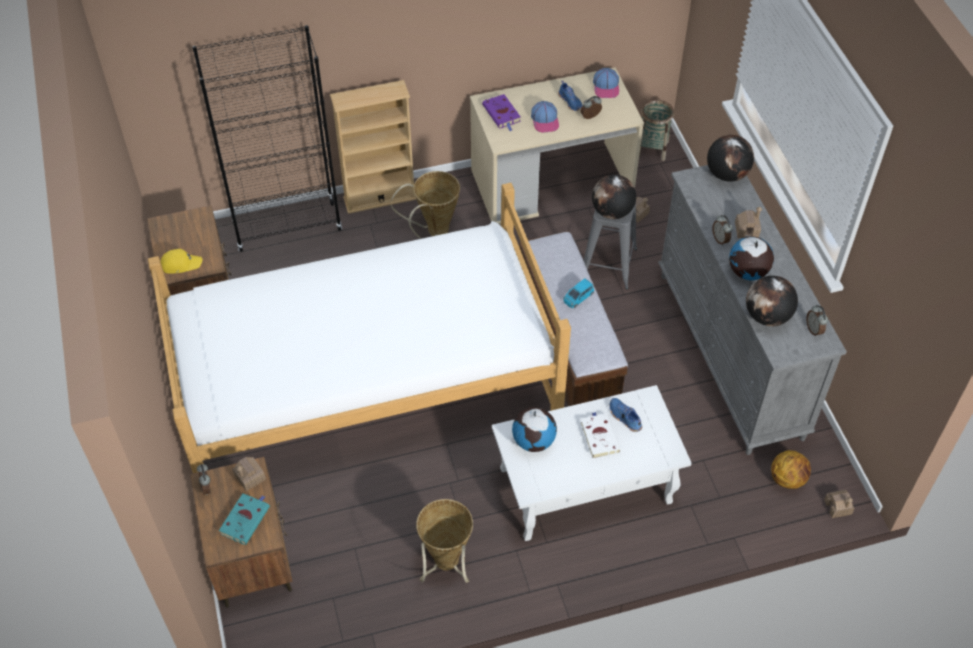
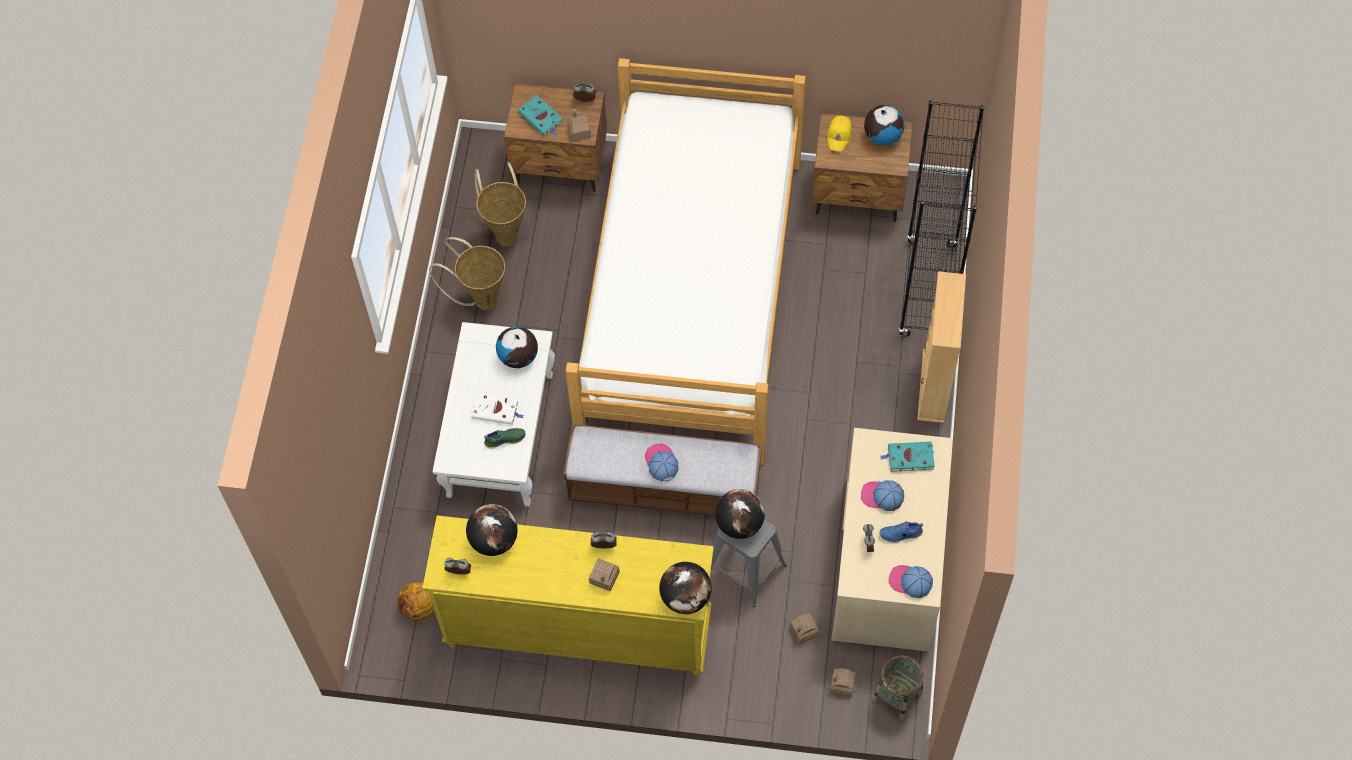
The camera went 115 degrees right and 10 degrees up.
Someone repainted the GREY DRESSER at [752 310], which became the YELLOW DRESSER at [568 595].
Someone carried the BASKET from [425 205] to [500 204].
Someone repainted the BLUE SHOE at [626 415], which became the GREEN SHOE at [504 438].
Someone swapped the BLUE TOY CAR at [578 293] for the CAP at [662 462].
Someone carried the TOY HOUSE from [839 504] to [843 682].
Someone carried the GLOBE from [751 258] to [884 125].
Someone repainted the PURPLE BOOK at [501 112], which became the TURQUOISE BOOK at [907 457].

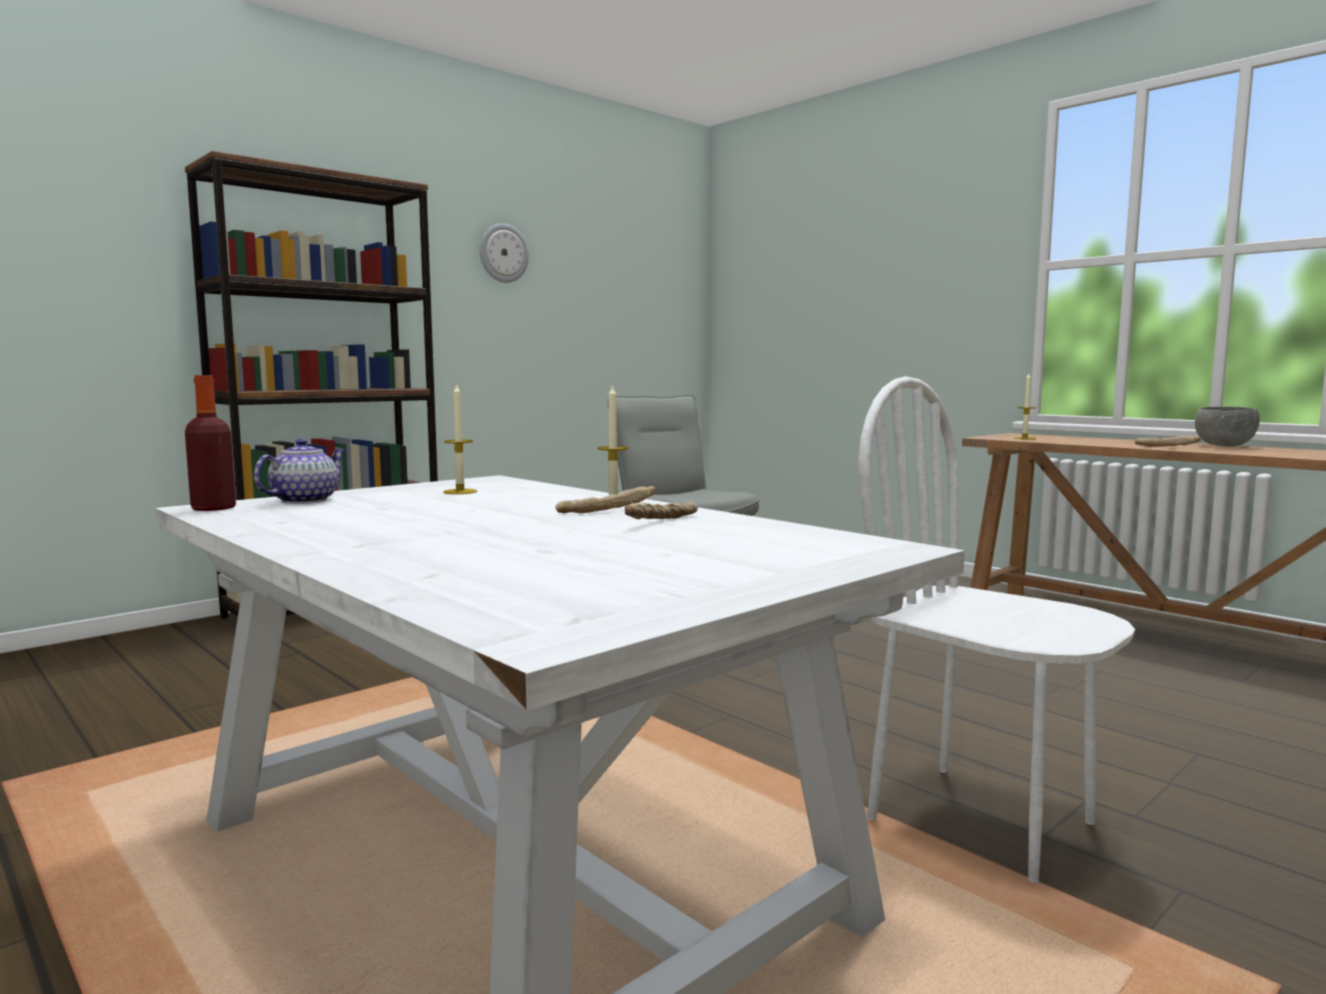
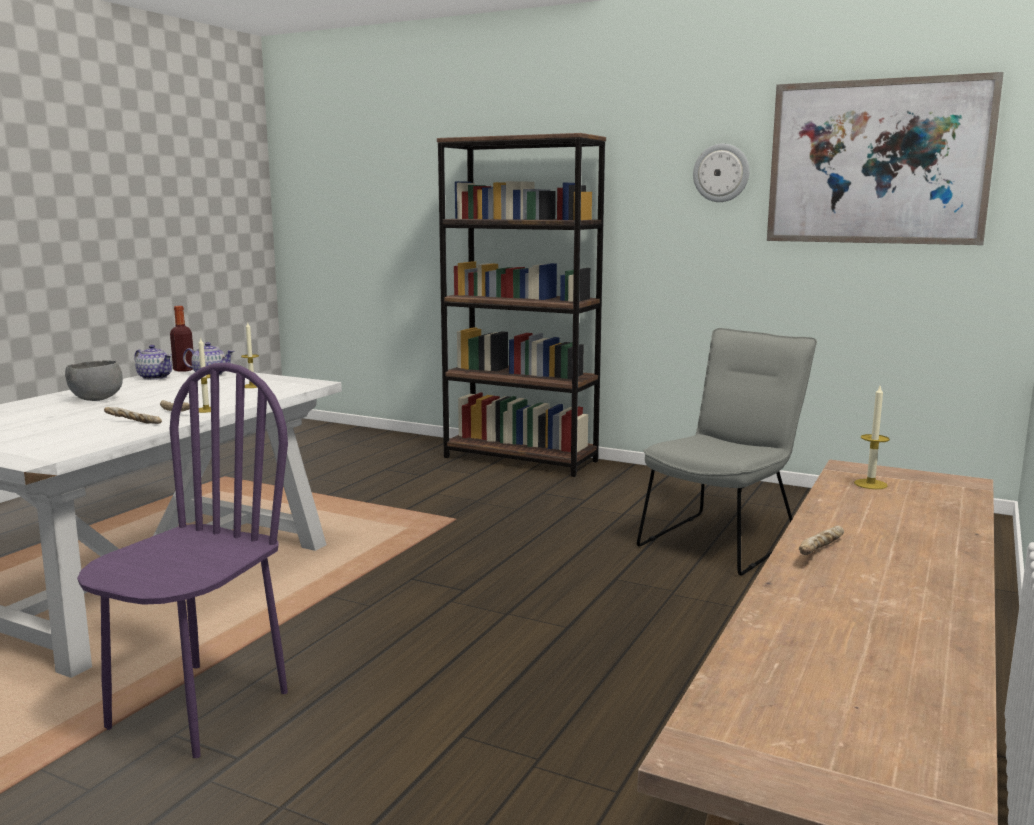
The camera went 70 degrees right and 5 degrees up.
Someone carried the GREY BOWL from [1227 427] to [94 380].
Someone repainted the WHITE CHAIR at [996 629], which became the PURPLE CHAIR at [182 560].
Someone put down the TEAPOT at [153 362].
Someone put up the PICTURE at [885 158].

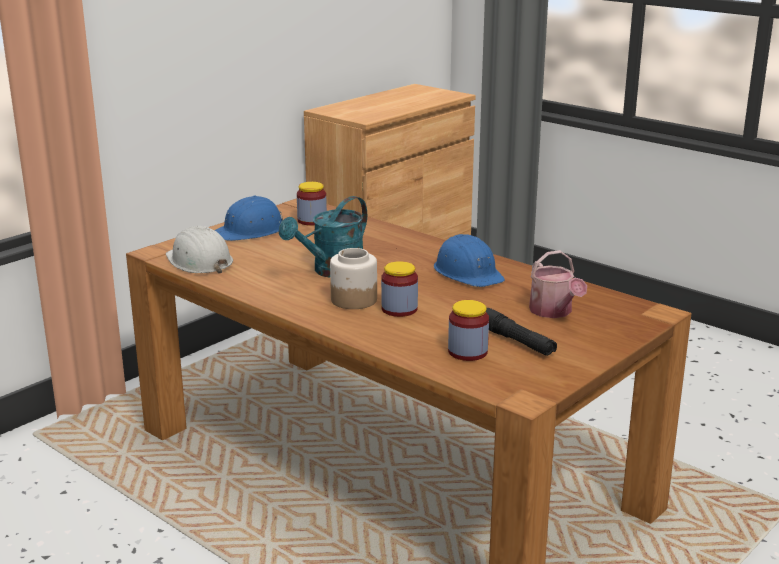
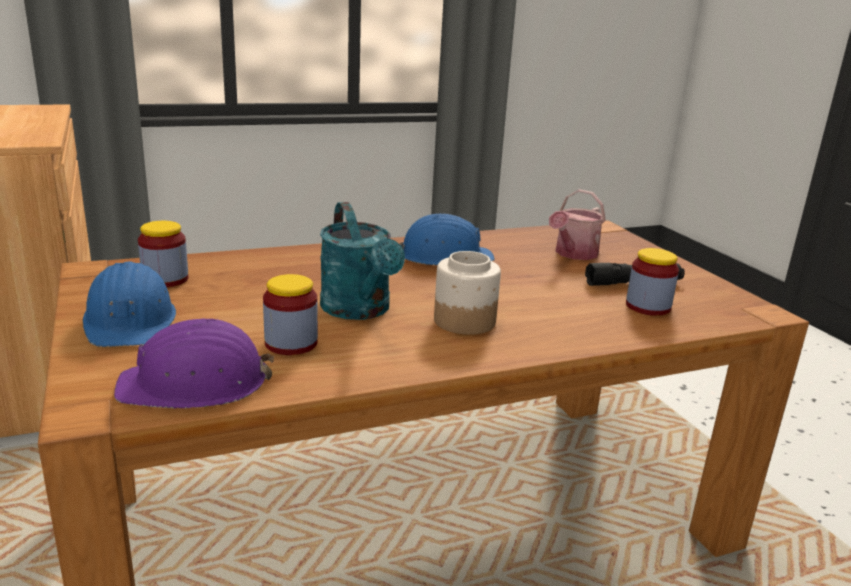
The camera went 65 degrees left and 0 degrees up.
Someone repainted the WHITE HARD HAT at [199 249], which became the PURPLE HARD HAT at [194 363].
Someone carried the JAR from [399 289] to [290 314].
Someone rotated the WATERING CAN at [558 284] by 120 degrees clockwise.

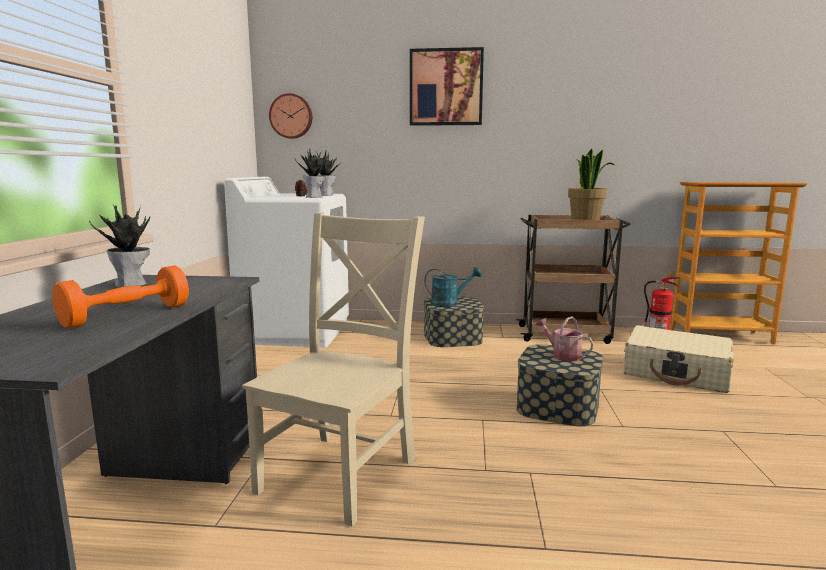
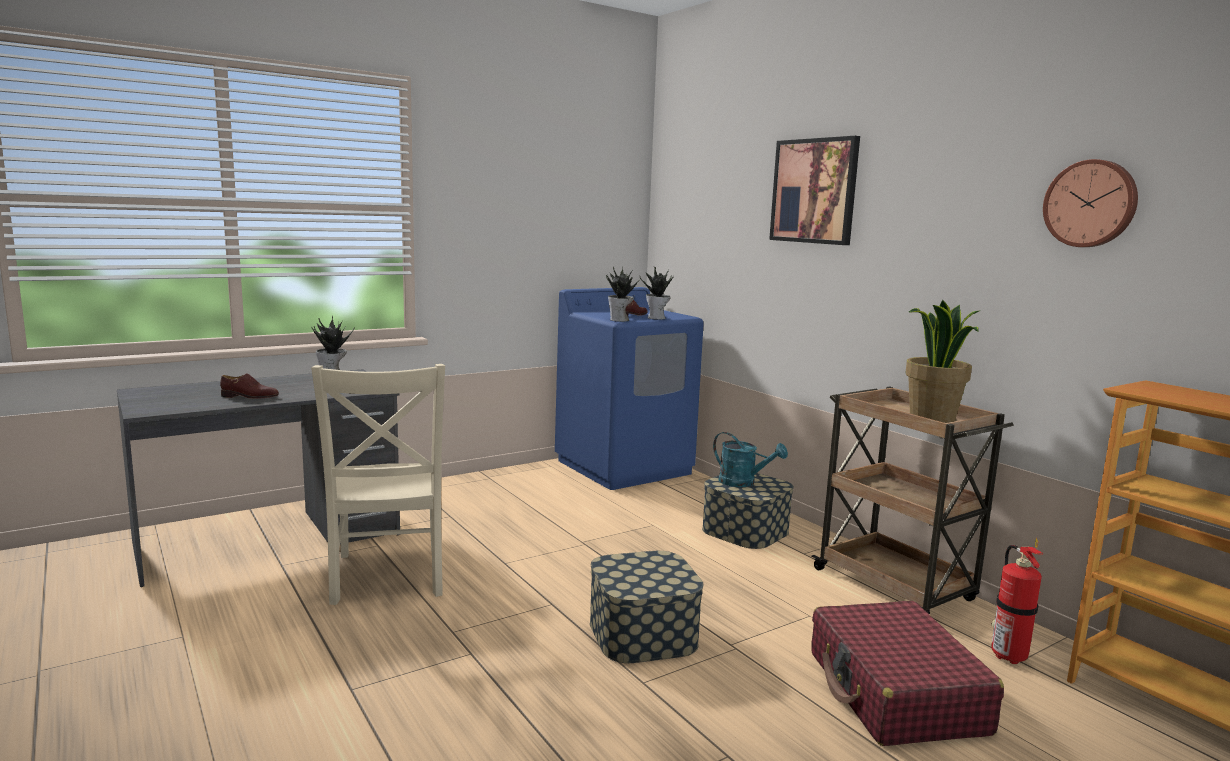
The camera went 50 degrees right and 0 degrees up.
Someone swapped the ORANGE DUMBBELL at [120 296] for the BROWN SHOE at [249 386].
Someone rotated the BEIGE CHAIR at [333 369] by 90 degrees clockwise.
Someone repainted the WHITE WASHING MACHINE at [286 262], which became the BLUE WASHING MACHINE at [629 388].
Someone repainted the BEIGE SUITCASE at [678 359], which became the RED SUITCASE at [907 673].
Someone carried the WALL CLOCK from [290 116] to [1090 203].
Someone took away the WATERING CAN at [565 338].

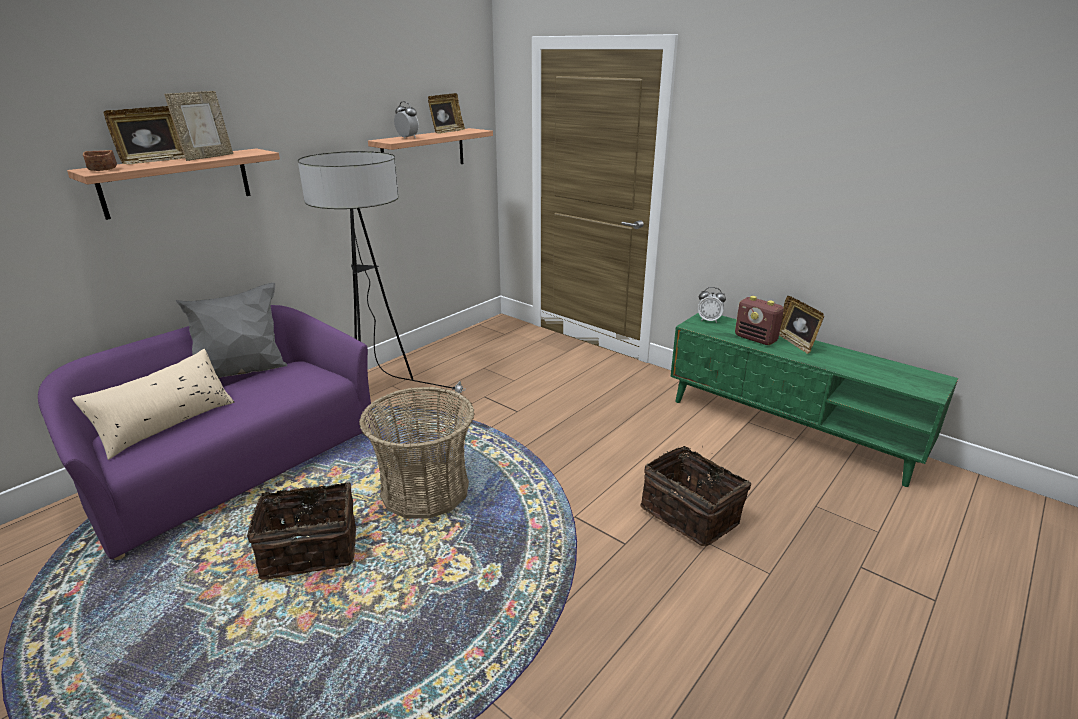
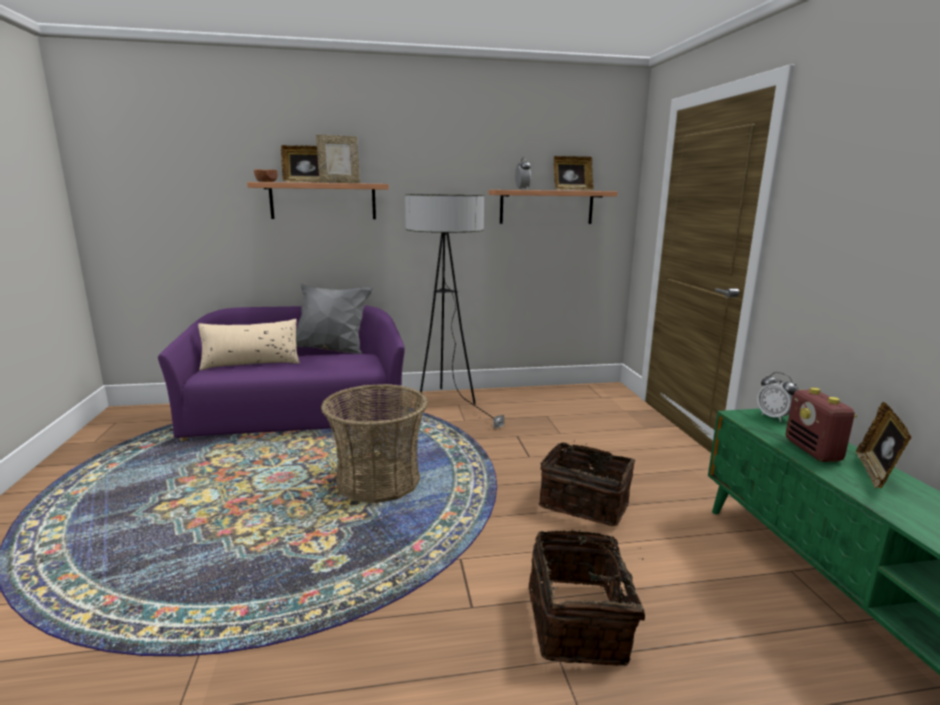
The camera went 40 degrees right and 10 degrees down.
Someone carried the BASKET from [301 531] to [586 483].

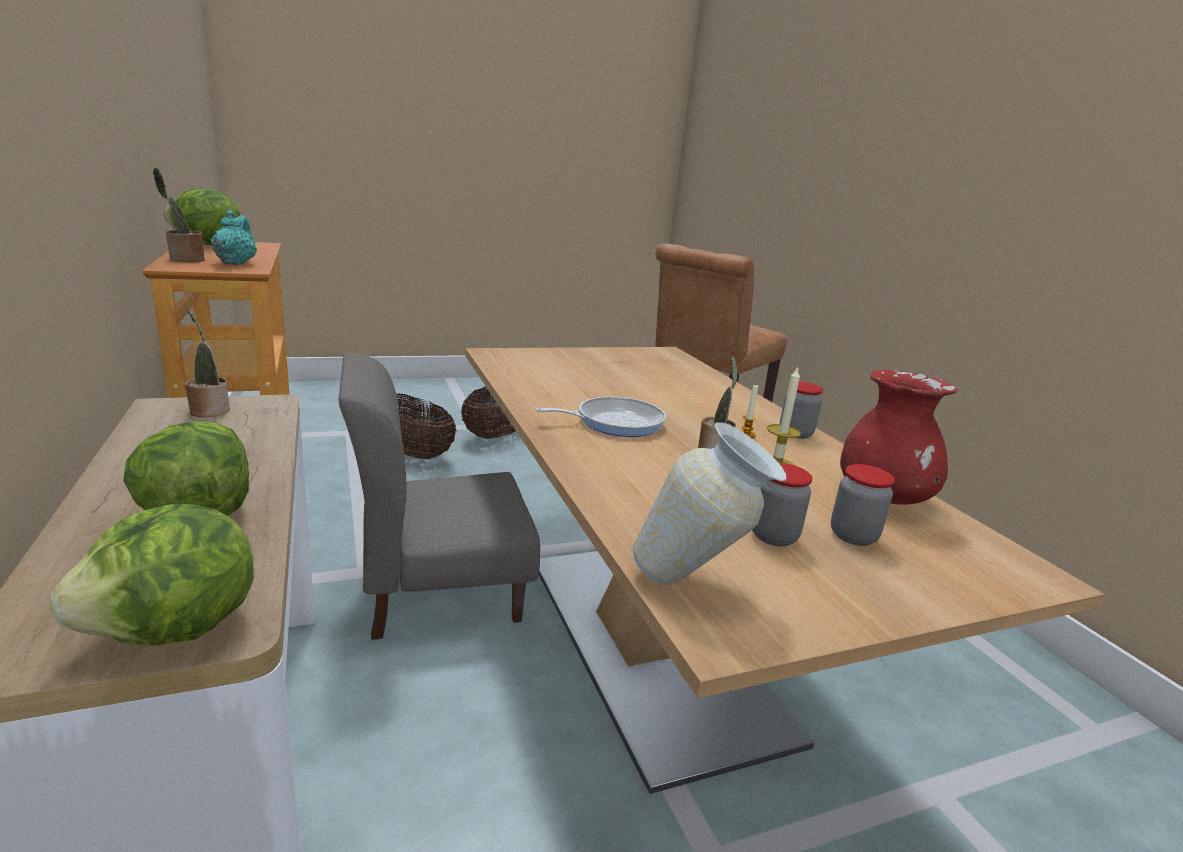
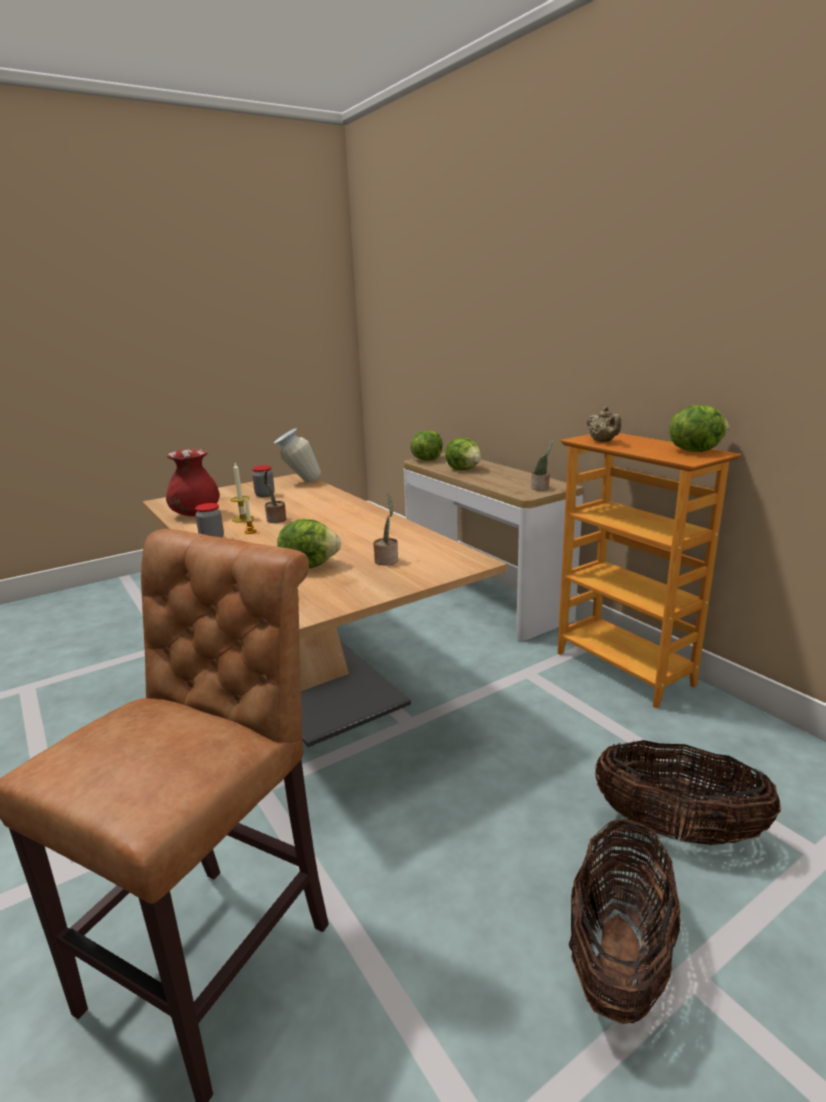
The camera went 170 degrees right and 0 degrees up.
Someone put down the LETTUCE at [309 543].
Someone carried the POTTED PLANT from [179 215] to [385 529].
Someone repainted the TURQUOISE TEAPOT at [234 237], which became the BEIGE TEAPOT at [604 424].
Someone took away the GREY CHAIR at [439 496].
Someone took away the FRYING PAN at [601 417].
Someone took away the JAR at [863 505].

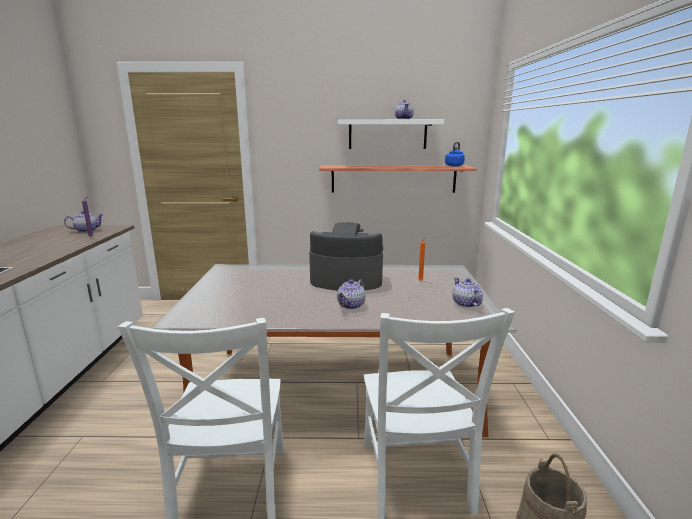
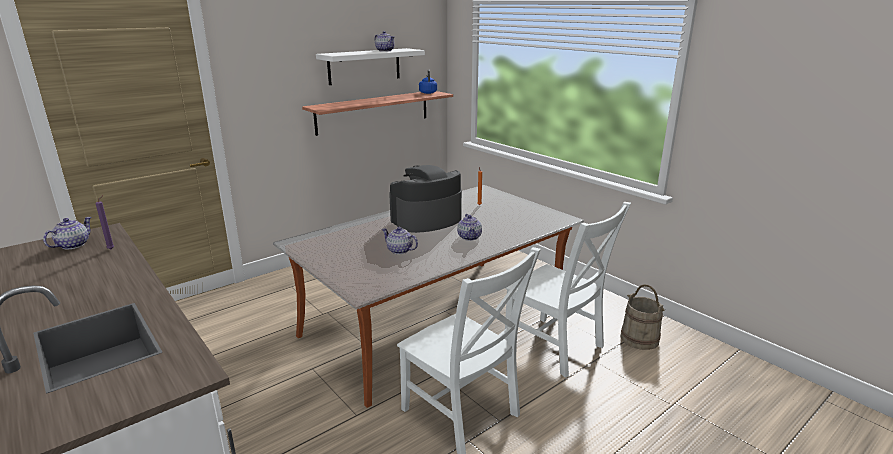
The camera went 40 degrees left and 5 degrees up.
Someone carried the TEAPOT from [467 292] to [400 240].

